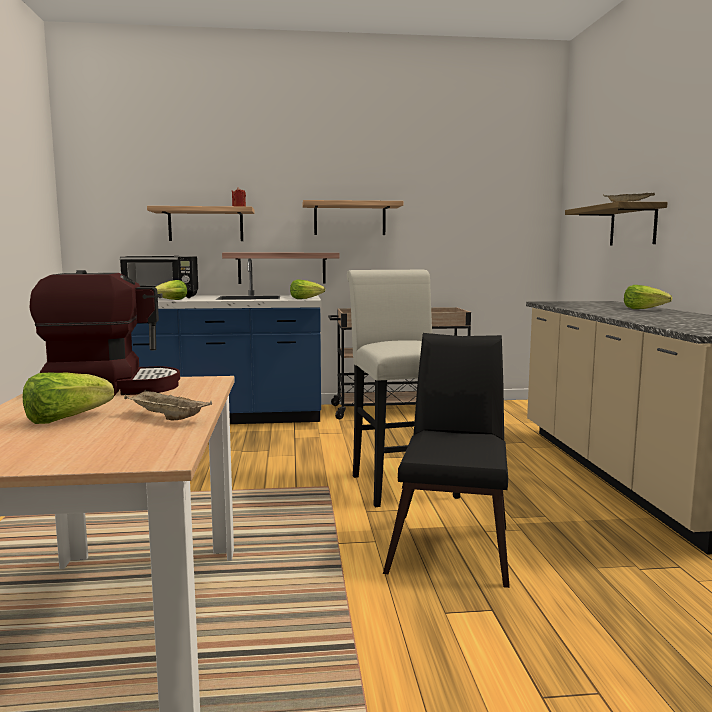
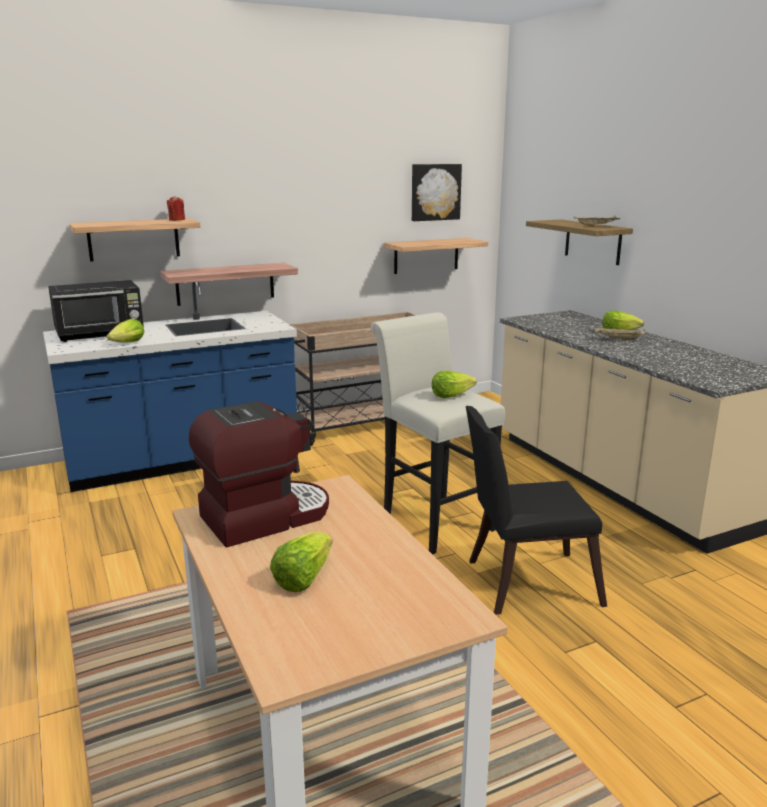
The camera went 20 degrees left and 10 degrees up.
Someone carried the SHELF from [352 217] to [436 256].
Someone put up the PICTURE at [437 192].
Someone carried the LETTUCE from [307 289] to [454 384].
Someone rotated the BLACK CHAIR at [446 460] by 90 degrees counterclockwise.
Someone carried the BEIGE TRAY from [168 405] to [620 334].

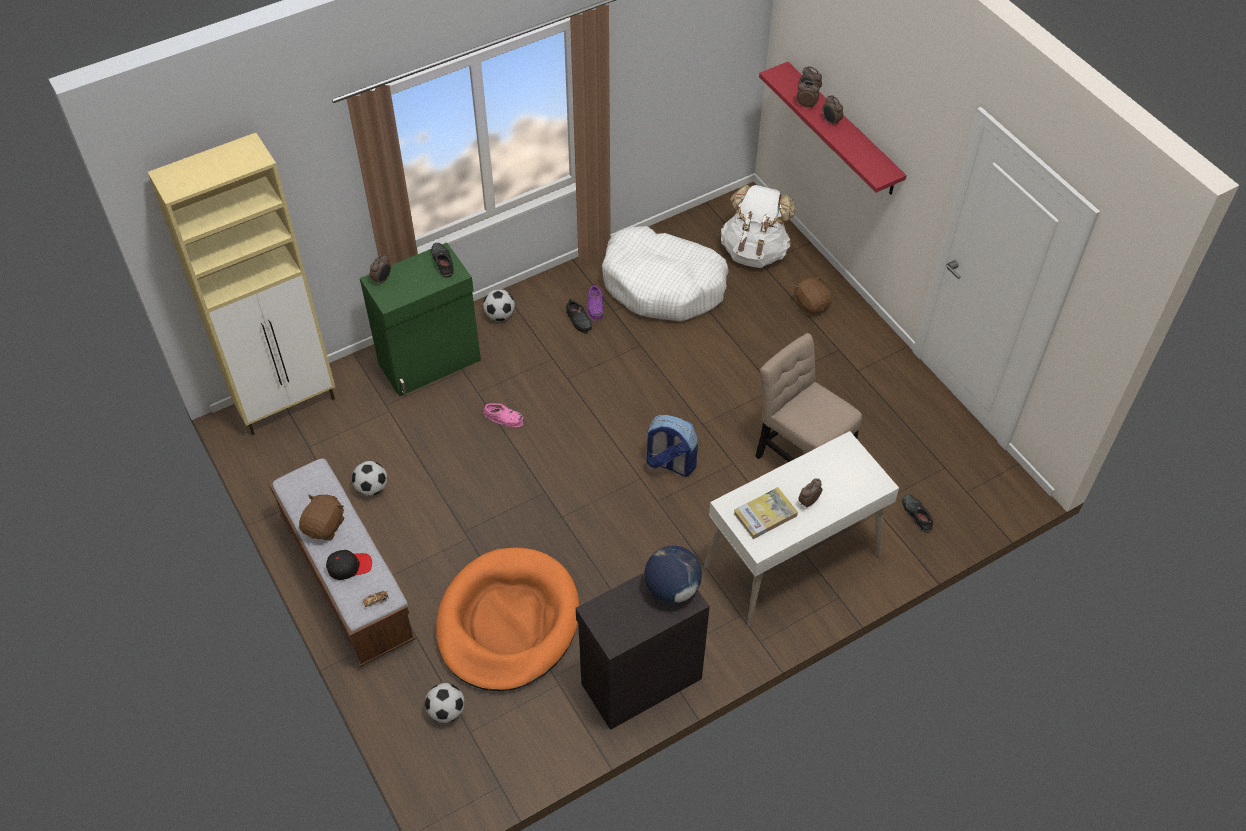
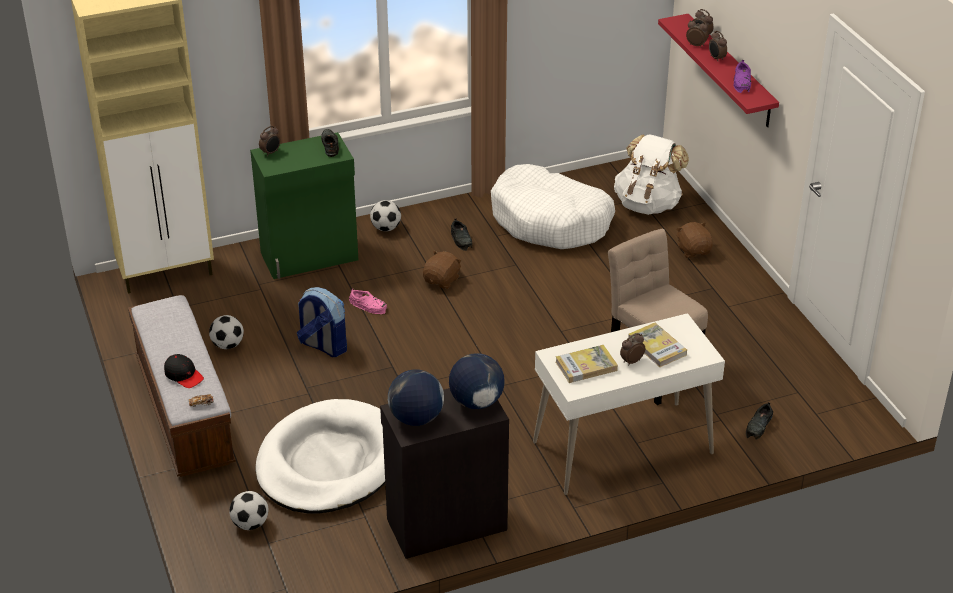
The camera went 10 degrees right and 15 degrees down.
Someone rotated the BLACK CAP at [349 565] by 45 degrees clockwise.
Someone repainted the ORANGE DOG BED at [508 619], which became the WHITE DOG BED at [320 456].
Someone carried the BACKPACK from [672 446] to [322 322].
Someone put down the GLOBE at [416 397].
Someone carried the BROWN PLUSH TOY from [321 517] to [442 270].
Someone put down the BOOK at [658 345].
Someone carried the PURPLE SHOE from [596 302] to [742 76].
Someone rotated the BLACK SHOE at [917 513] by 135 degrees counterclockwise.

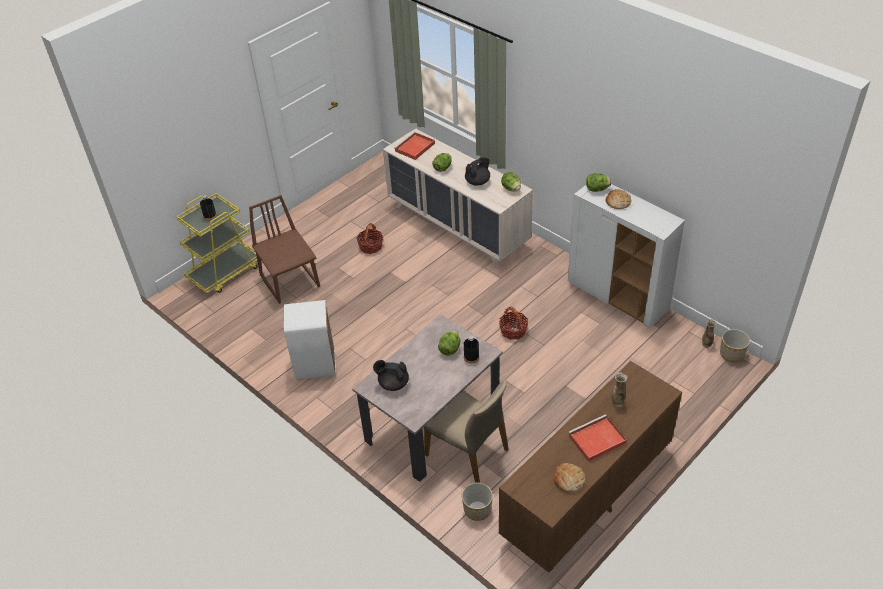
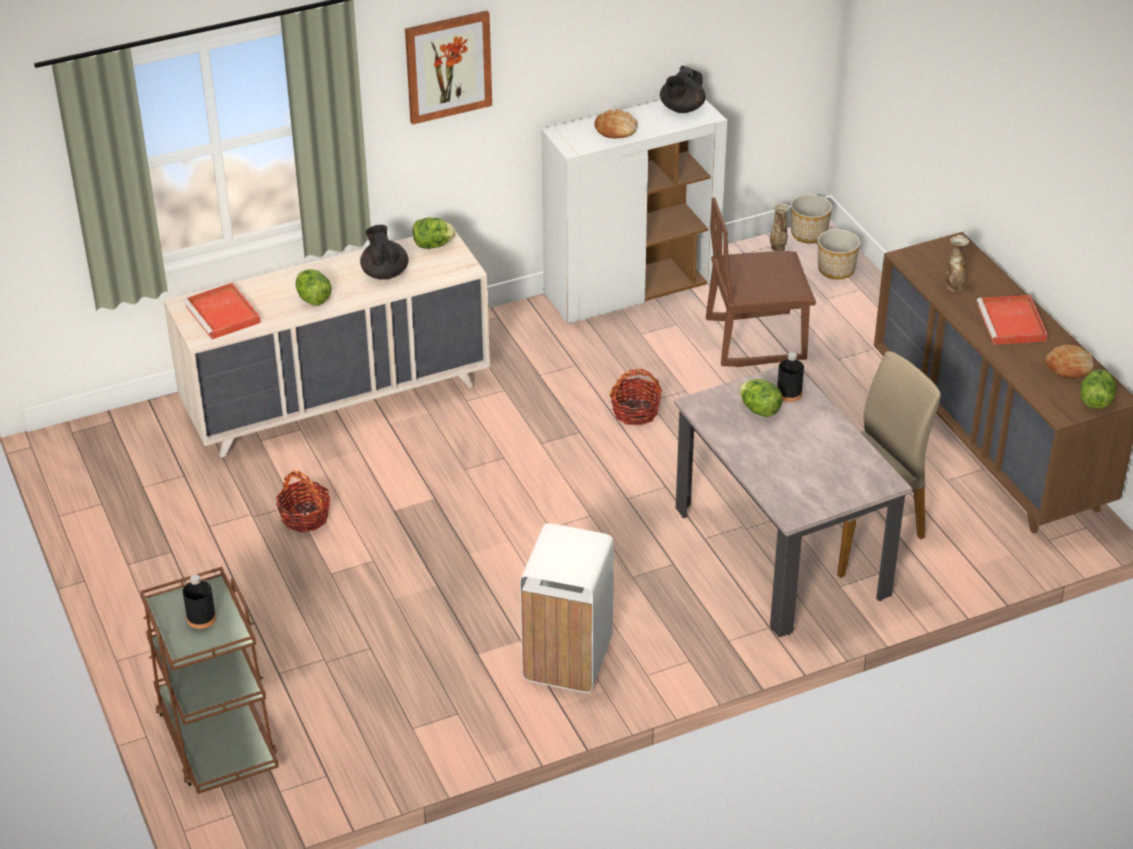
The camera went 70 degrees left and 5 degrees down.
Someone repainted the YELLOW CART at [217 243], which became the BROWN CART at [209 680].
Someone put up the PICTURE at [448 67].
Someone carried the BLACK TEAPOT from [391 375] to [683 89].
Someone carried the BROWN CHAIR from [284 249] to [761 282].
Someone carried the PLANTER from [477 501] to [839 254].
Someone carried the LETTUCE from [599 182] to [1099 389].

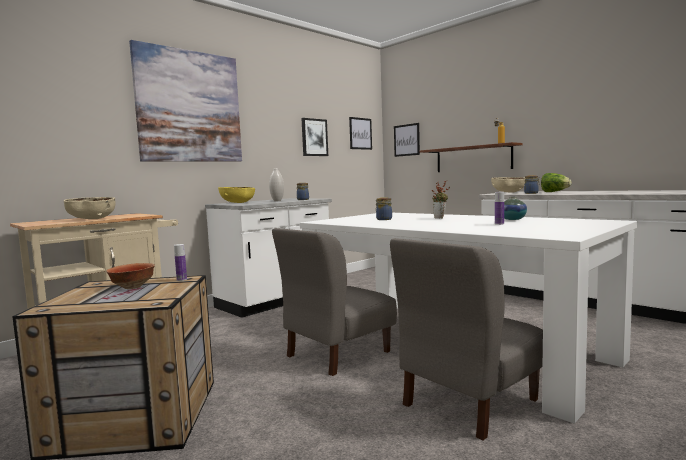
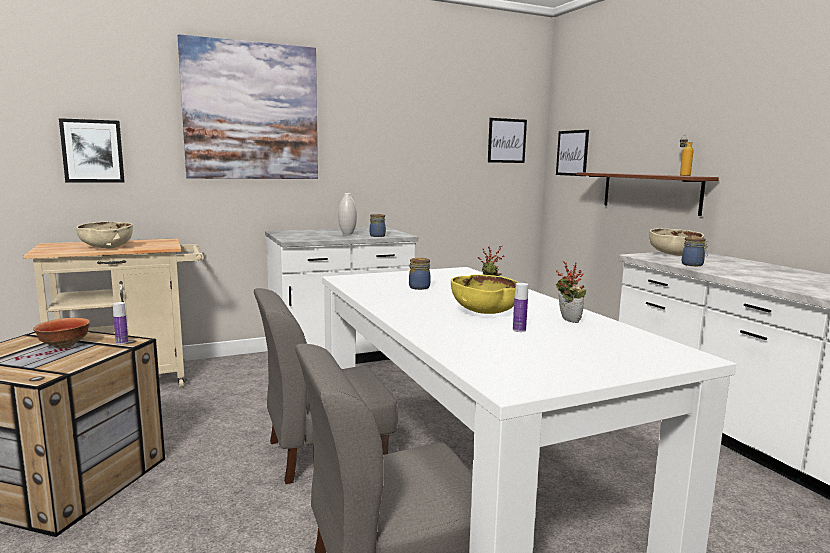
The camera went 20 degrees right and 5 degrees up.
Someone carried the PICTURE from [314 137] to [92 150].
Someone carried the YELLOW BOWL from [236 195] to [485 294].
Someone swapped the VASE at [515 208] for the POTTED PLANT at [571 292].
Someone took away the LETTUCE at [556 182].

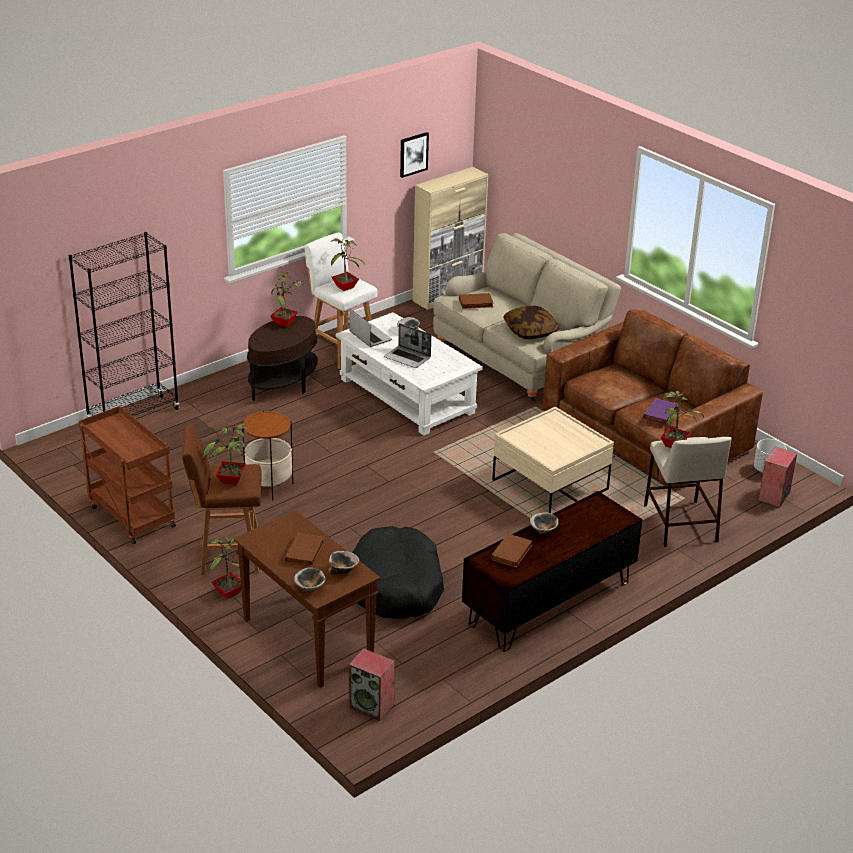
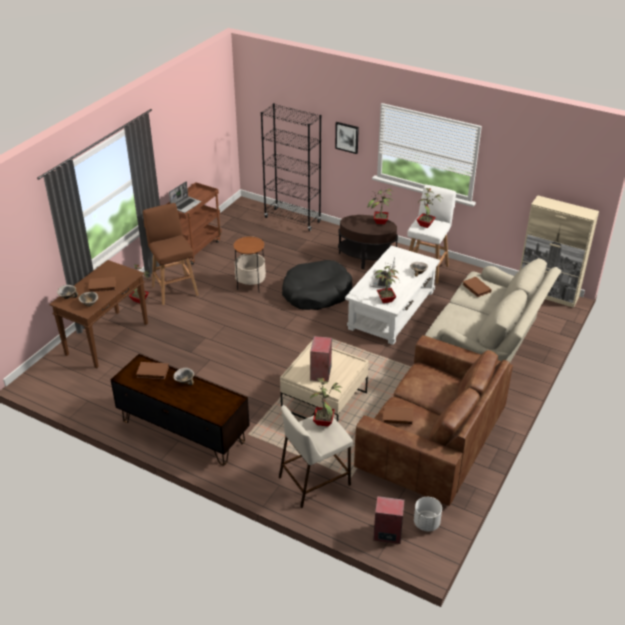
The camera went 70 degrees right and 5 degrees up.
Someone carried the LAPTOP from [370 328] to [185 197].
Someone carried the BLACK DOG BED from [398 572] to [317 285].
Someone carried the SPEAKER from [372 684] to [321 359].
Someone carried the PICTURE from [414 155] to [347 138].
Someone carried the POTTED PLANT from [226 453] to [387 283].
Someone repainted the PURPLE BOOK at [660 411], which became the BROWN BOOK at [398 415].
Someone took away the PILLOW at [531 322].

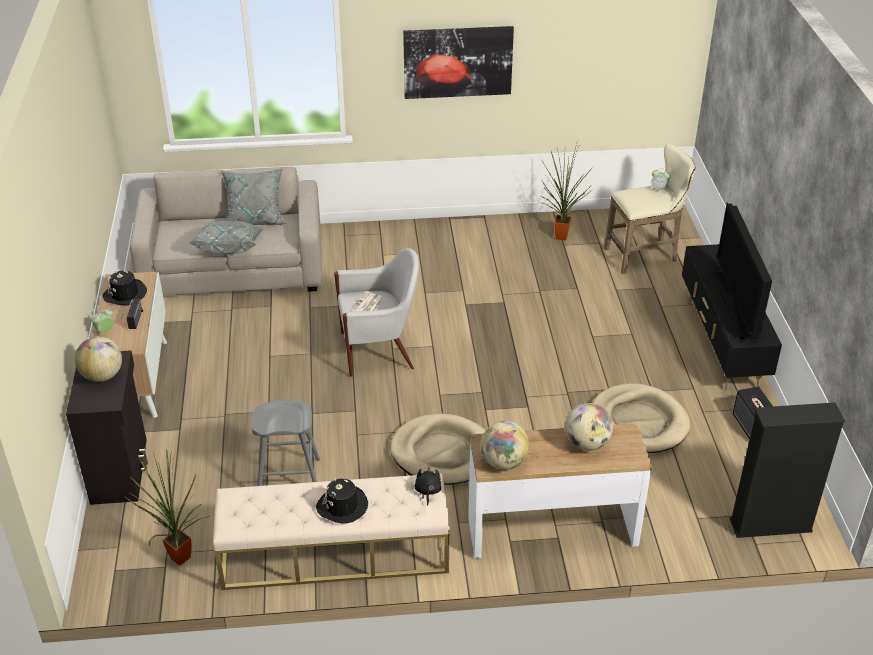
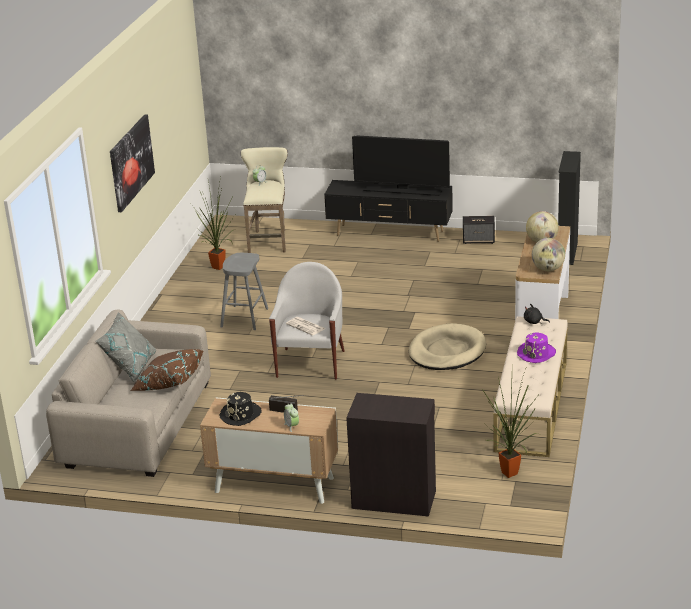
The camera went 70 degrees left and 10 degrees down.
Someone repainted the GREY PILLOW at [226 237], which became the BROWN PILLOW at [167 370].
Someone carried the GREY STOOL from [286 443] to [244 291].
Someone repainted the BLACK HAT at [342 501], which became the PURPLE HAT at [536 347].
Someone took away the GLOBE at [98 359].
Someone took away the BEIGE DOG BED at [641 418].

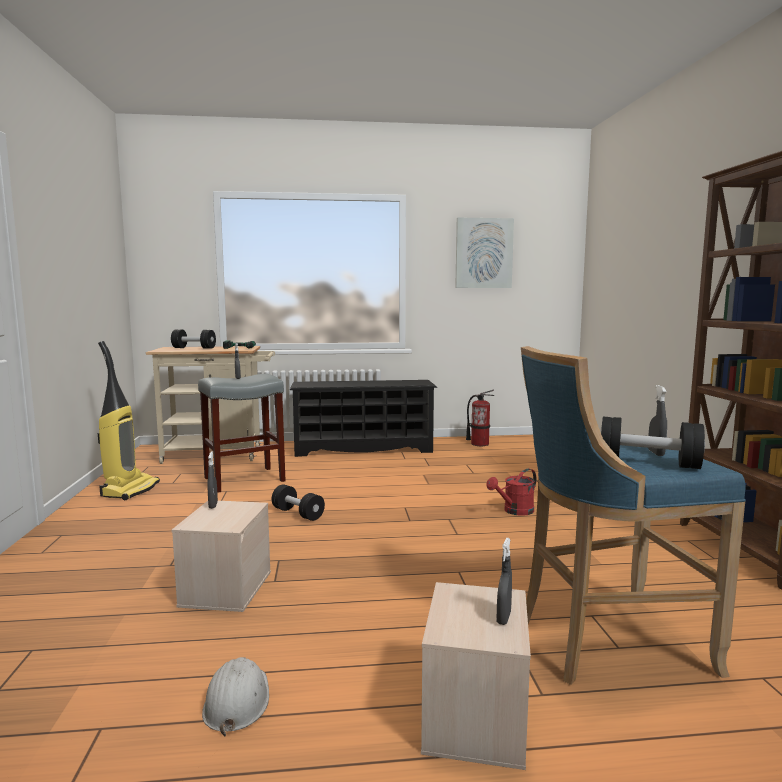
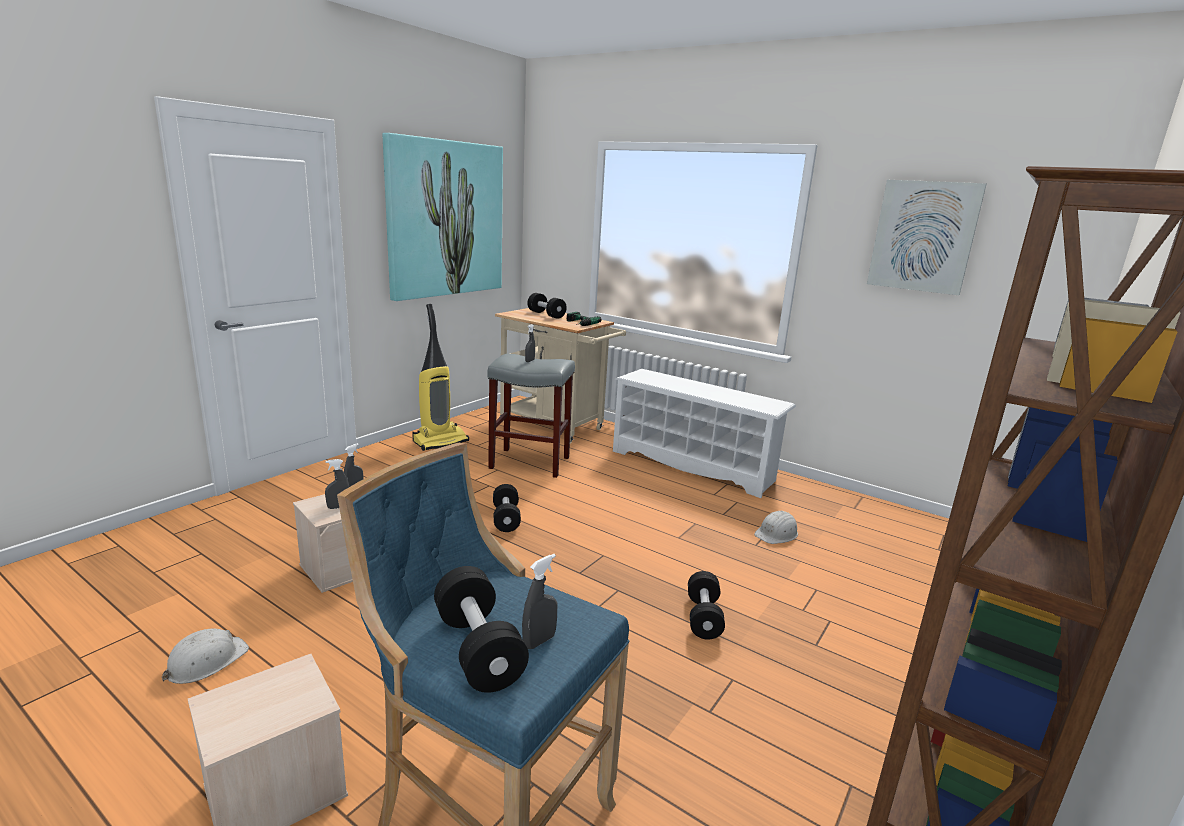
The camera went 40 degrees right and 10 degrees up.
Someone carried the GREY SPRAY BOTTLE from [504 581] to [337 484].
Someone put up the PICTURE at [442 217].
Someone repainted the BLACK SHOE RACK at [363 418], which became the WHITE SHOE RACK at [704 433].
Someone swapped the RED WATERING CAN at [511 492] for the BLACK DUMBBELL at [706 605].
Someone put down the WHITE HARD HAT at [776 527].
Someone took away the FIRE EXTINGUISHER at [480 417].

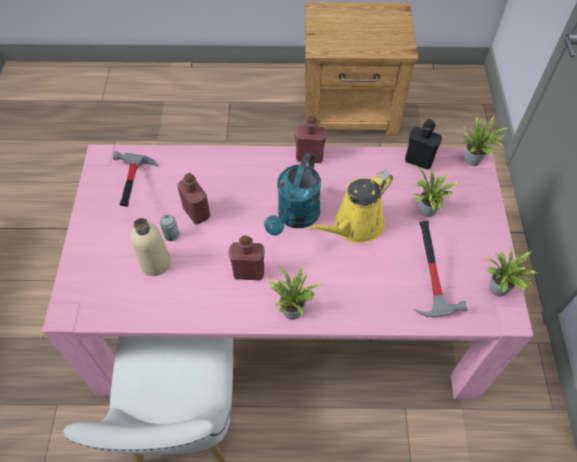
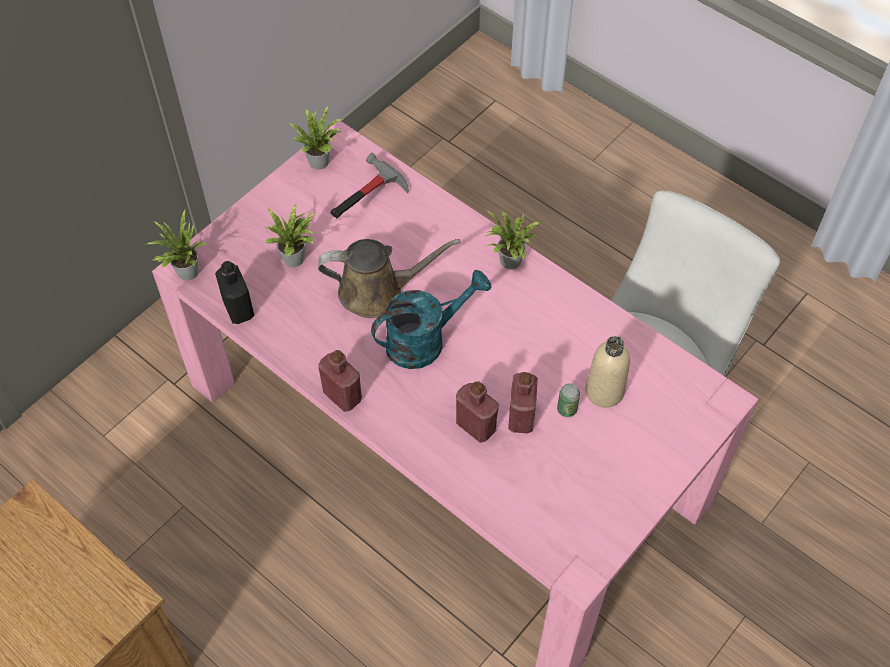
The camera went 140 degrees left and 0 degrees up.
Someone repainted the YELLOW WATERING CAN at [350 207], which became the BROWN WATERING CAN at [389 278].
Someone carried the RED BOTTLE from [246 257] to [477 412].
Someone took away the HAMMER at [135 179].

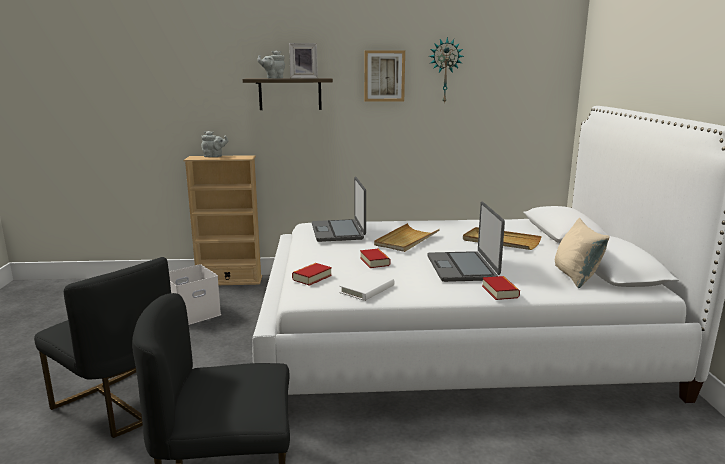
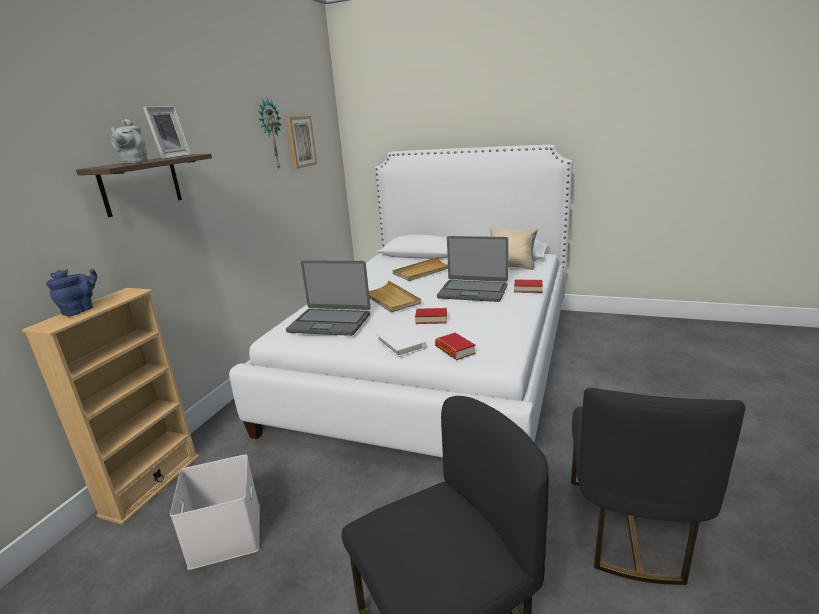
The camera went 65 degrees left and 5 degrees up.
Someone repainted the GREY TEAPOT at [215 144], which became the BLUE TEAPOT at [71 292].
Someone carried the PICTURE from [384 76] to [301 142].
Someone carried the WHITE BOOK from [367 286] to [401 341].

